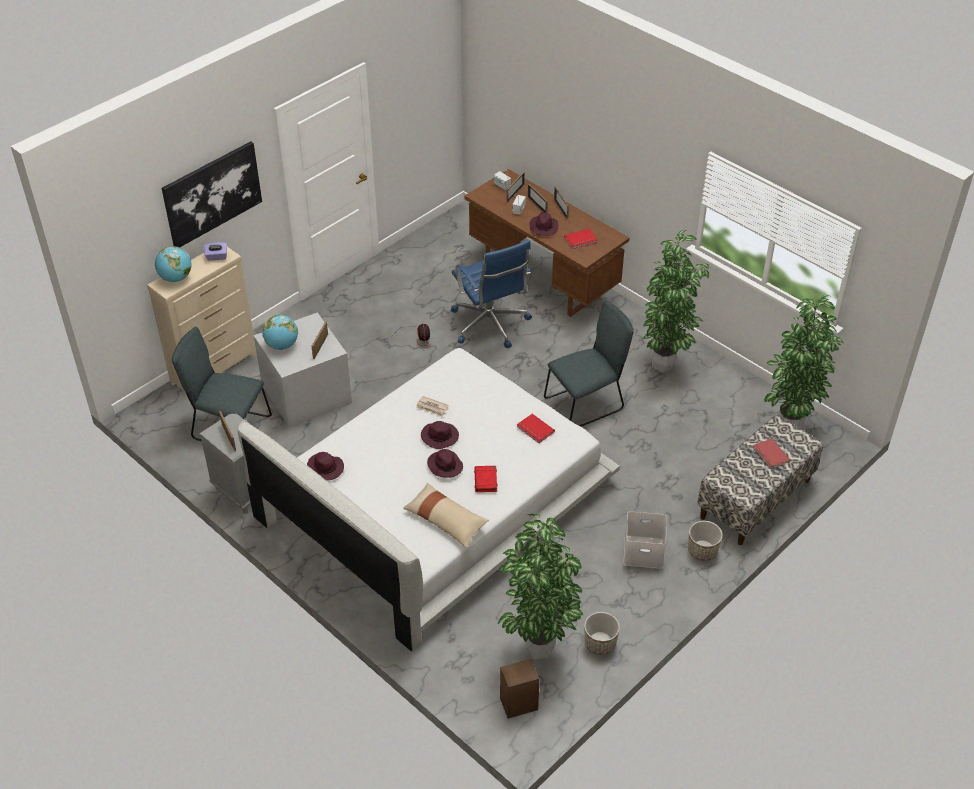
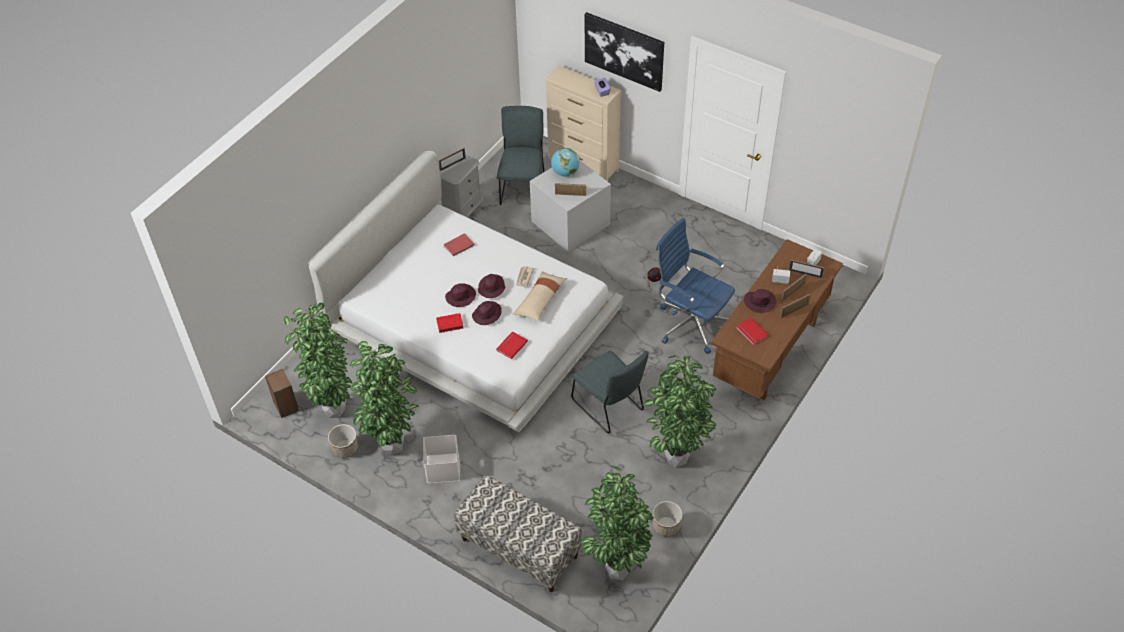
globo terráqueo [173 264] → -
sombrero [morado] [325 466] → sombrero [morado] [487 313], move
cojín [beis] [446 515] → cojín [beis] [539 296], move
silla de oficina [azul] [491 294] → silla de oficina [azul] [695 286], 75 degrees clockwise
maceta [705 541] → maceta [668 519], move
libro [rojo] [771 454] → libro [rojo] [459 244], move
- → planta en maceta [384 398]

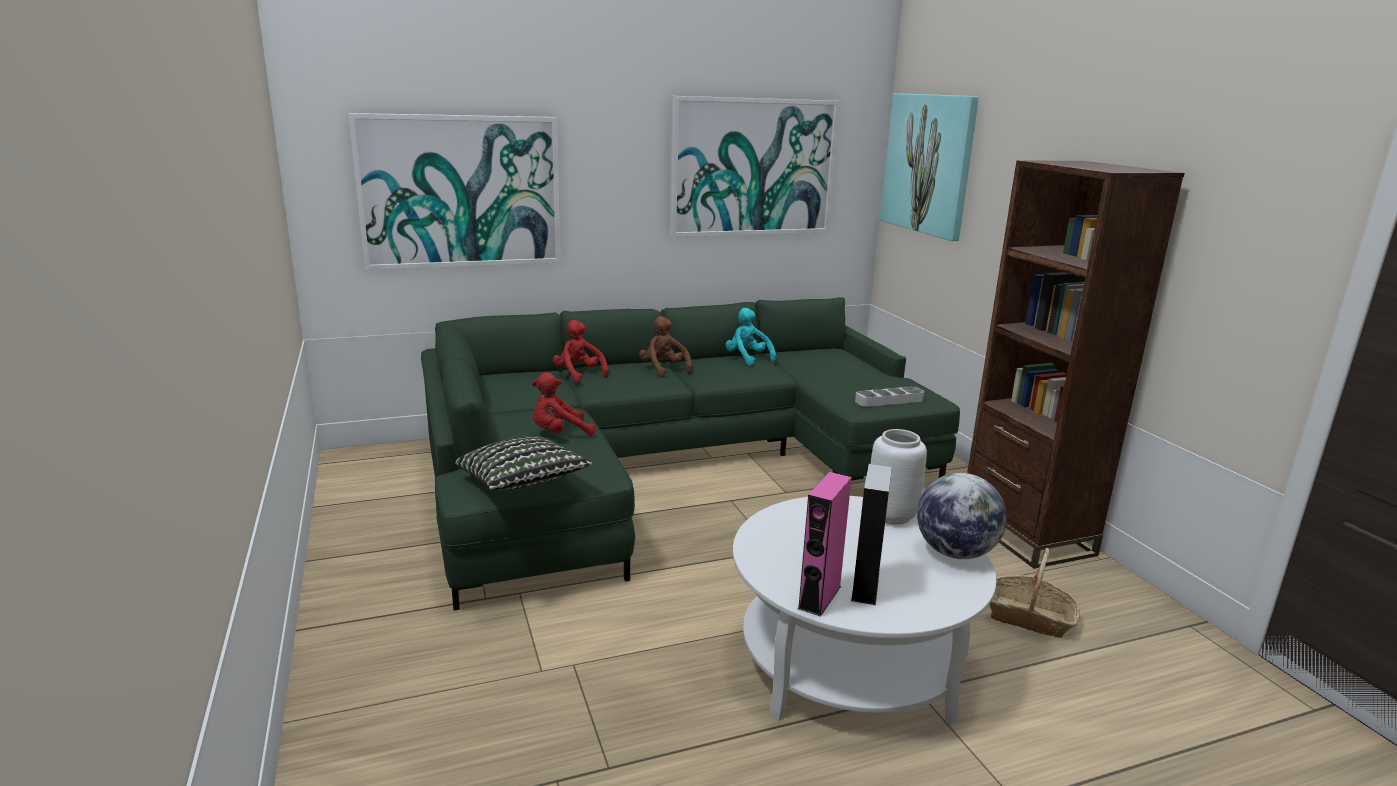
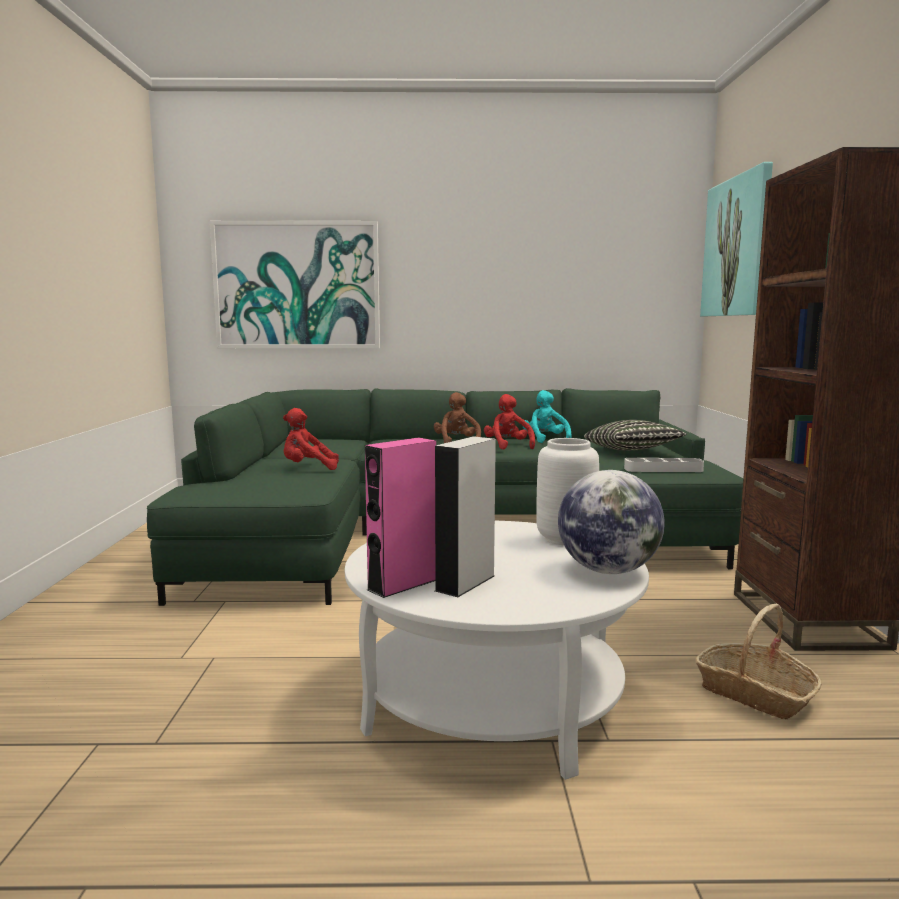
cojín [524 463] → cojín [635 435], move
peluche [rojo] [580 351] → peluche [rojo] [509 422], move
cuadro [755 166] → -

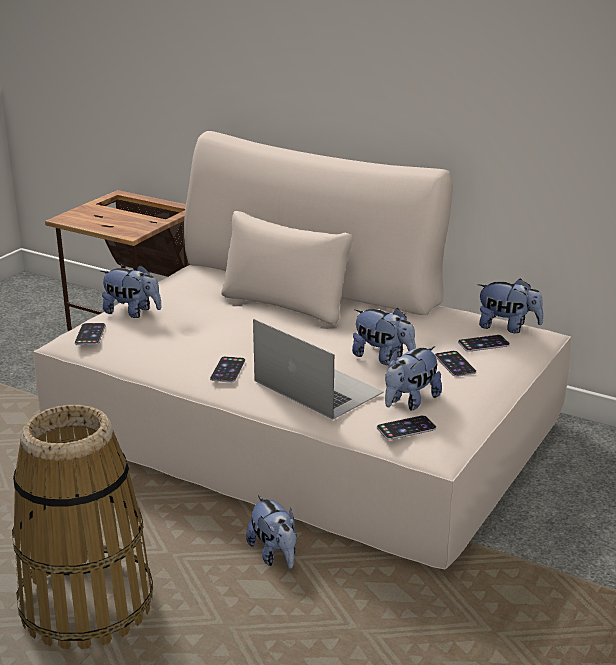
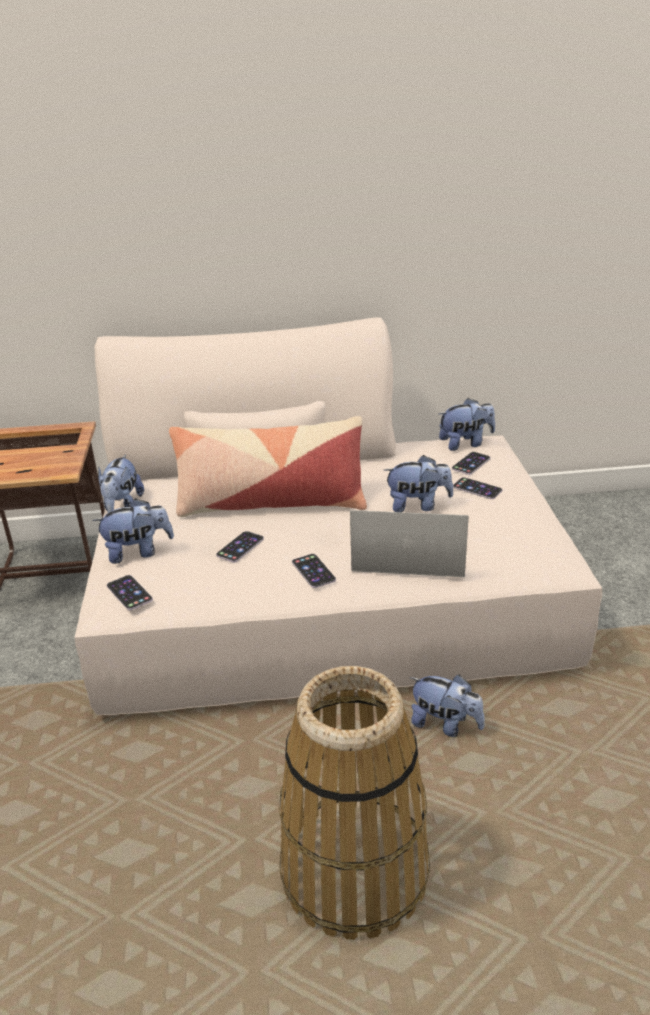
móvil [406 427] → móvil [240 546], move
peluche [413 378] → peluche [121 483], move
- → cojín [268 466]

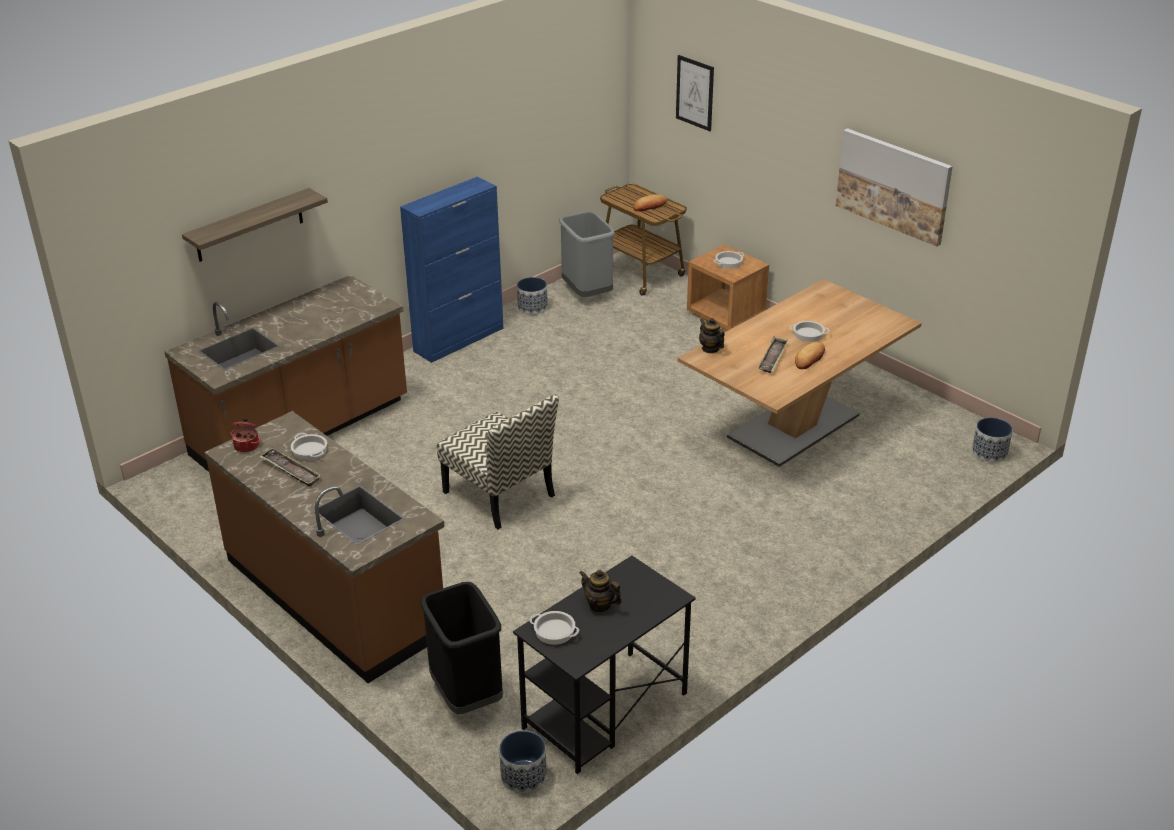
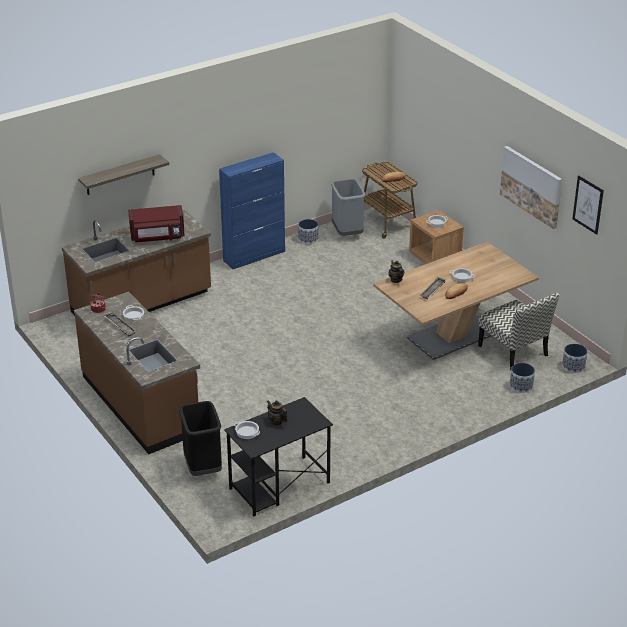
silla [498 462] → silla [519 331], move
maceta [523 761] → maceta [522 378], move
cuadro [695 93] → cuadro [588 205], move
- → microondas [rojo] [156 224]

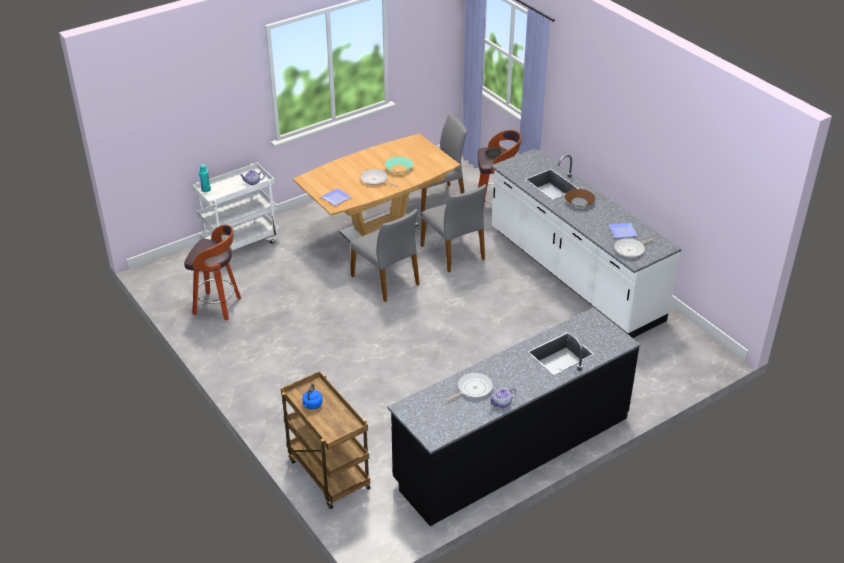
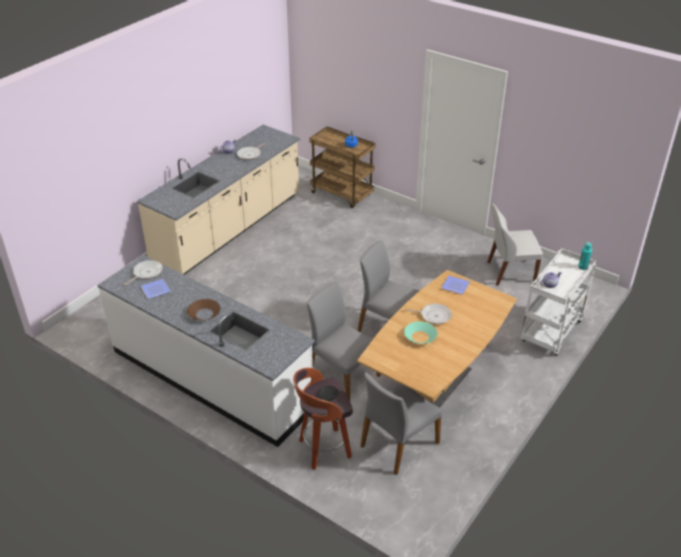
taburete [212 273] → silla [blanco] [515 244]
mueble bajo de cocina [negro] [514 416] → mueble bajo de cocina [beis] [218 200]

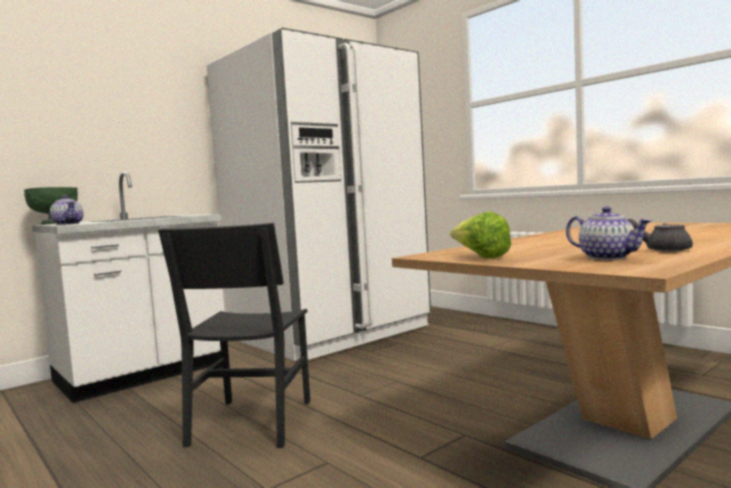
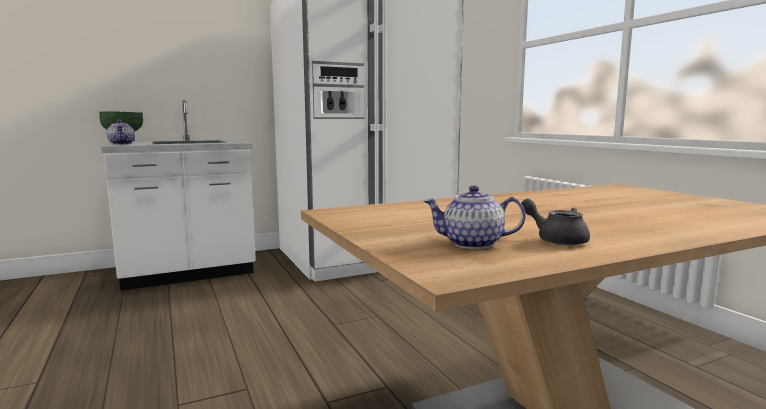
silla [negro] [234 335] → -
lechuga [480 234] → -
tetera [609 233] → tetera [474 217], 120 degrees clockwise

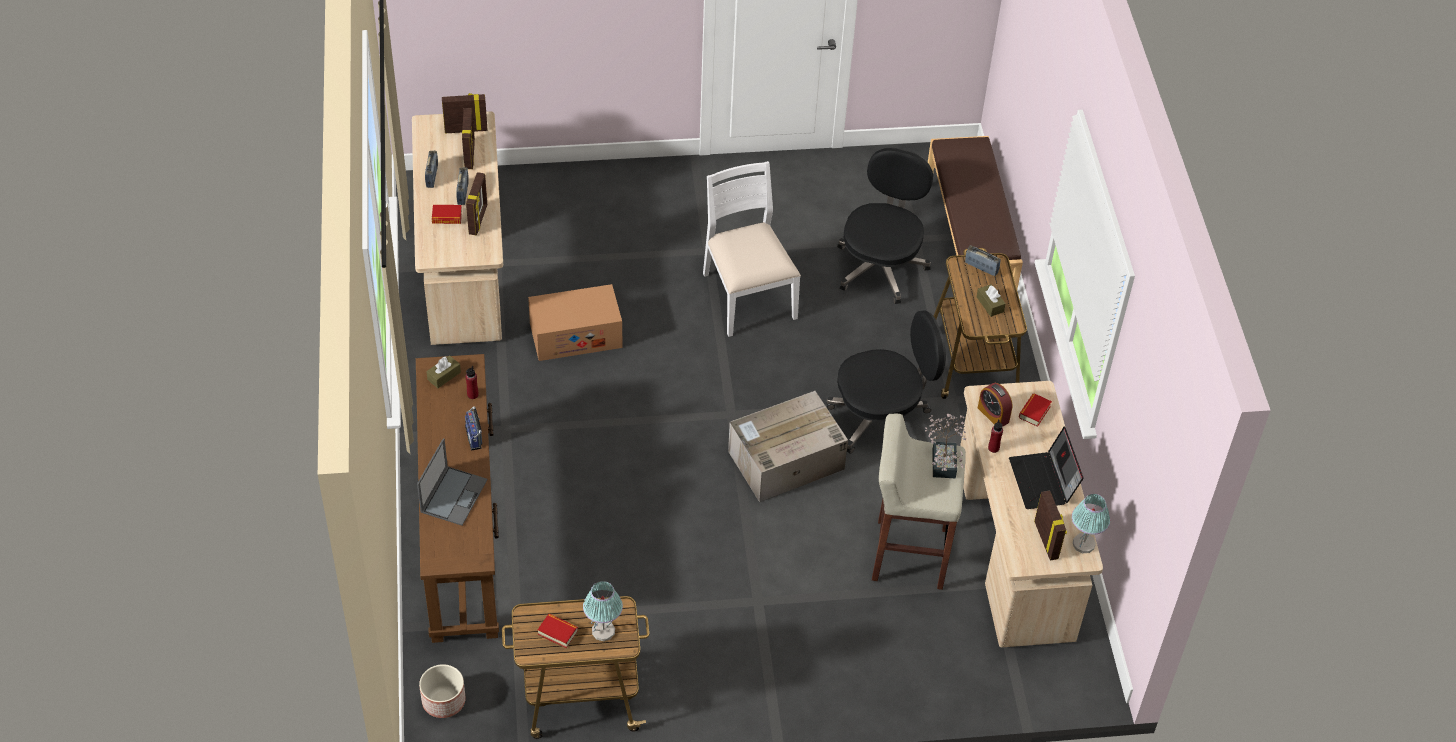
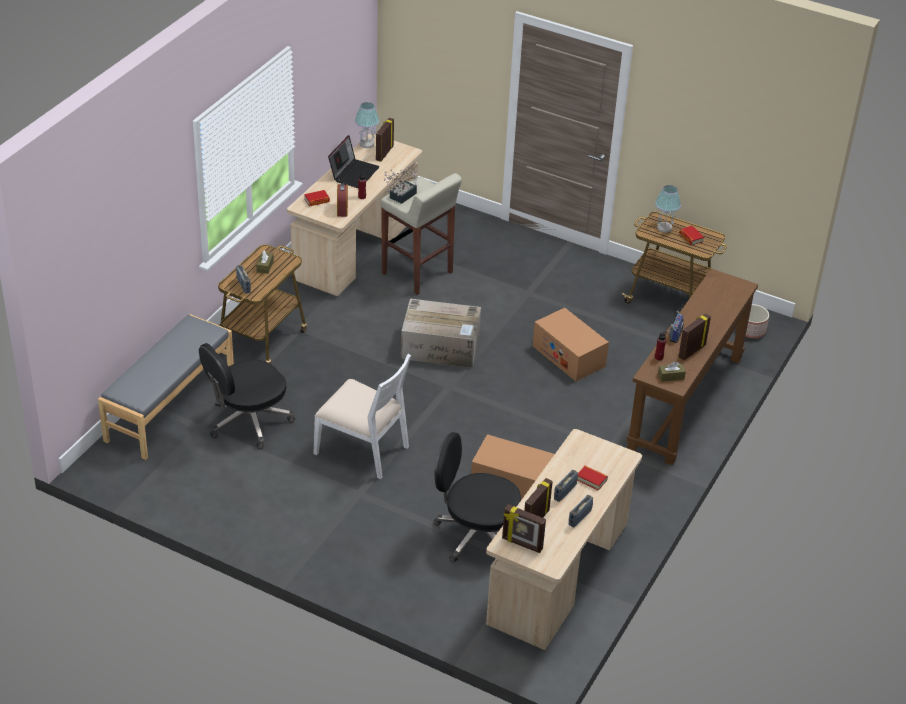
portátil [452 482] → -
portarretratos [476 203] → portarretratos [694 337], move
silla [blanco] [752 249] → silla [blanco] [362 416], 75 degrees counterclockwise
silla de oficina [negro] [886 382] → silla de oficina [negro] [477 497], move
banco [marrón] [975 221] → banco [gris] [166 387]
- → caja de cartón [571 344]

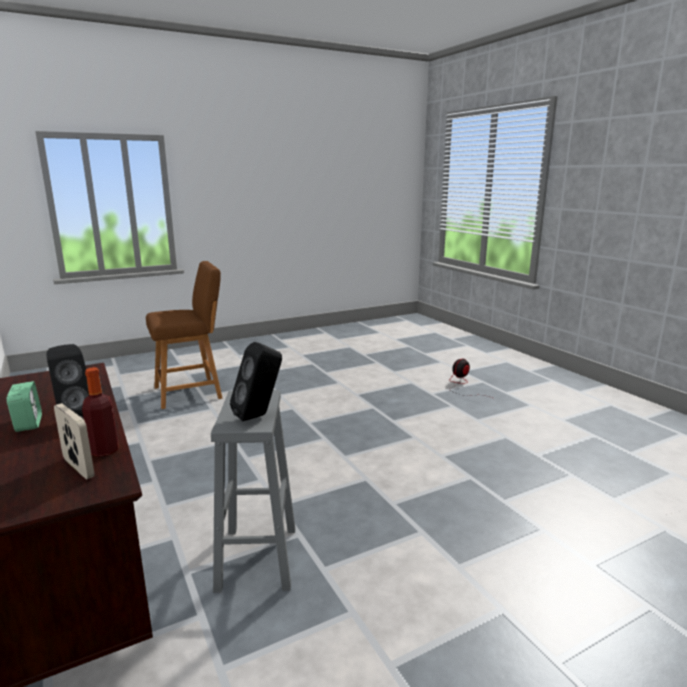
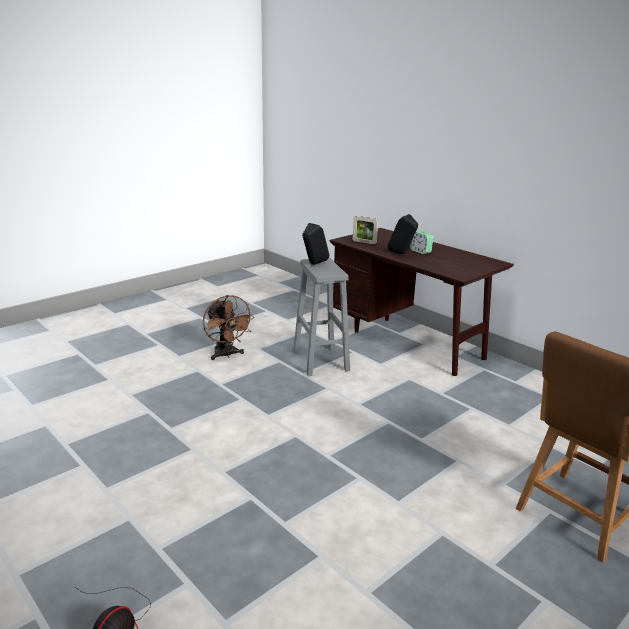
botella [100 412] → -
- → ventilador [marrón] [228 327]

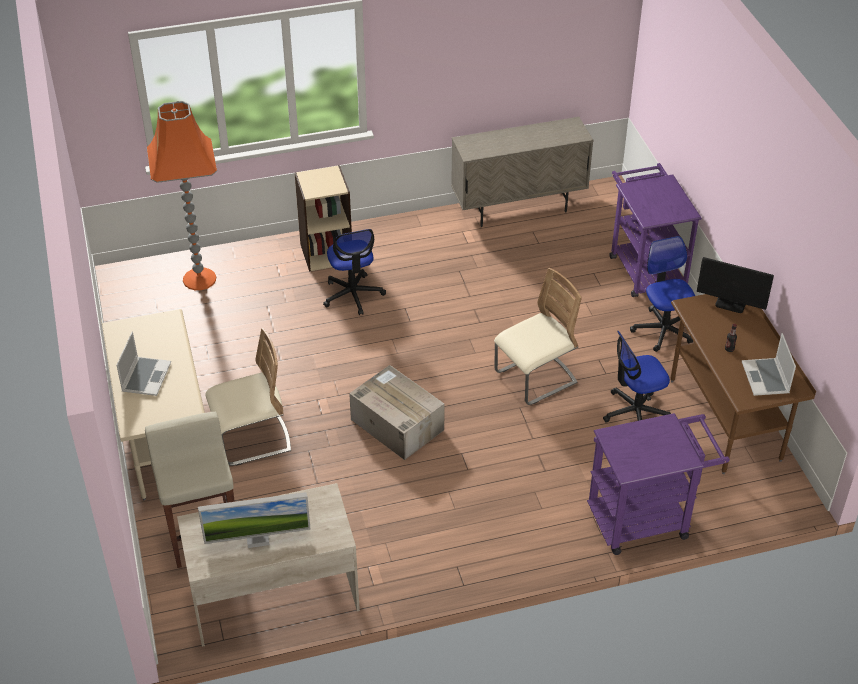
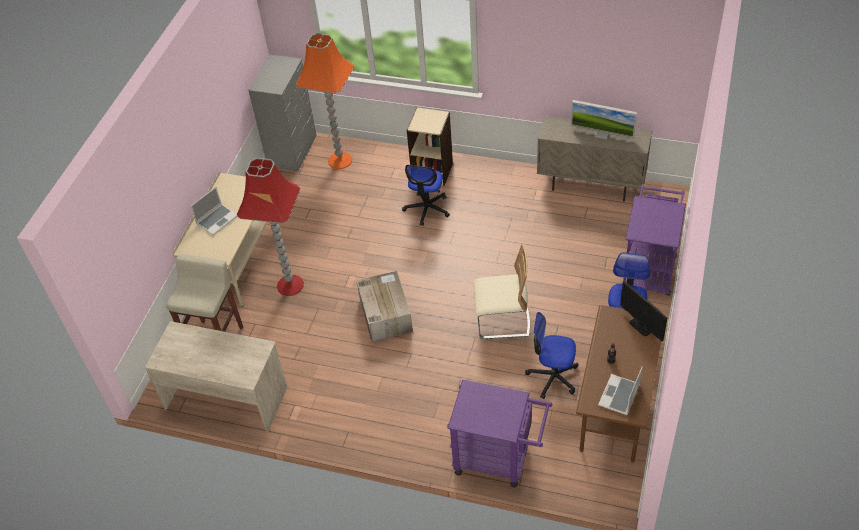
monitor [254 520] → monitor [604 120], move
silla [beis] [248 397] → lámpara de pie [rojo] [270 227]
- → cómoda [gris] [282 113]

